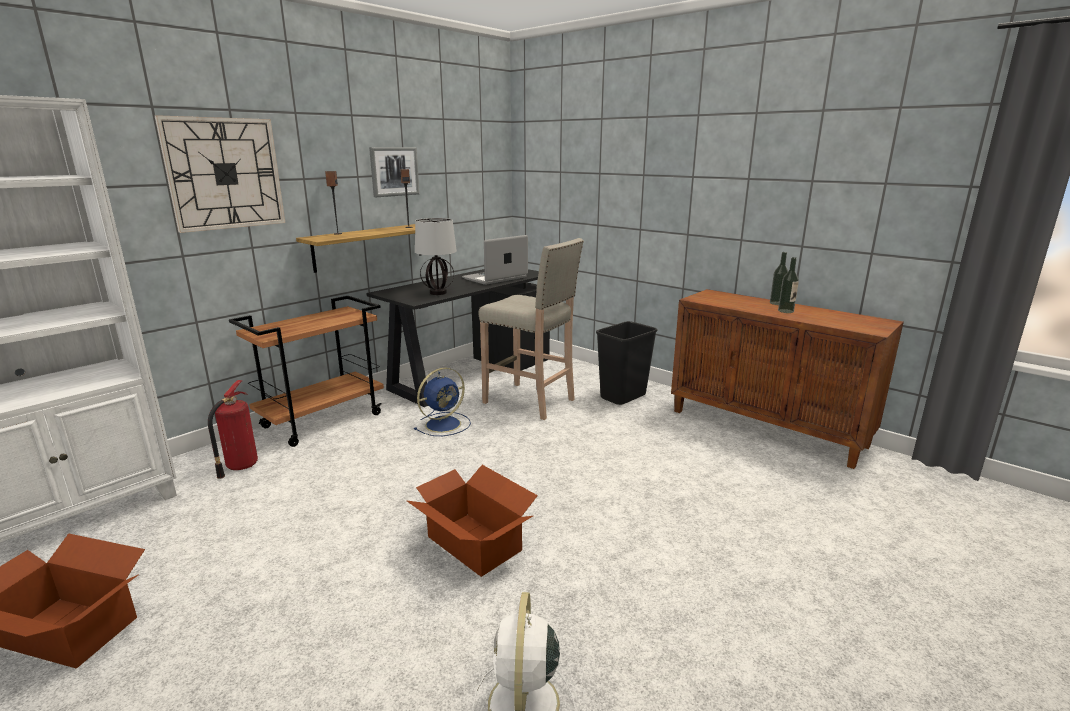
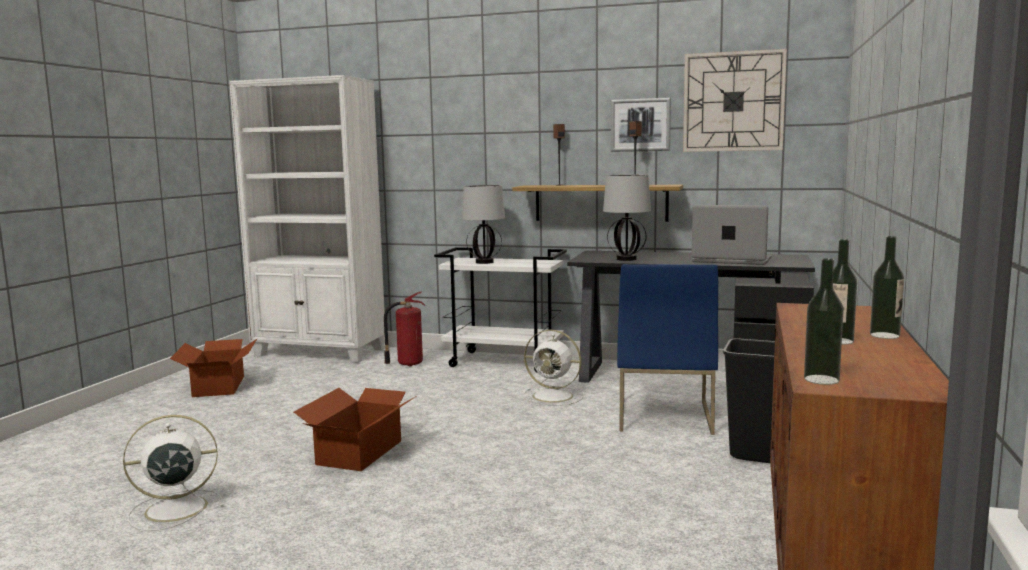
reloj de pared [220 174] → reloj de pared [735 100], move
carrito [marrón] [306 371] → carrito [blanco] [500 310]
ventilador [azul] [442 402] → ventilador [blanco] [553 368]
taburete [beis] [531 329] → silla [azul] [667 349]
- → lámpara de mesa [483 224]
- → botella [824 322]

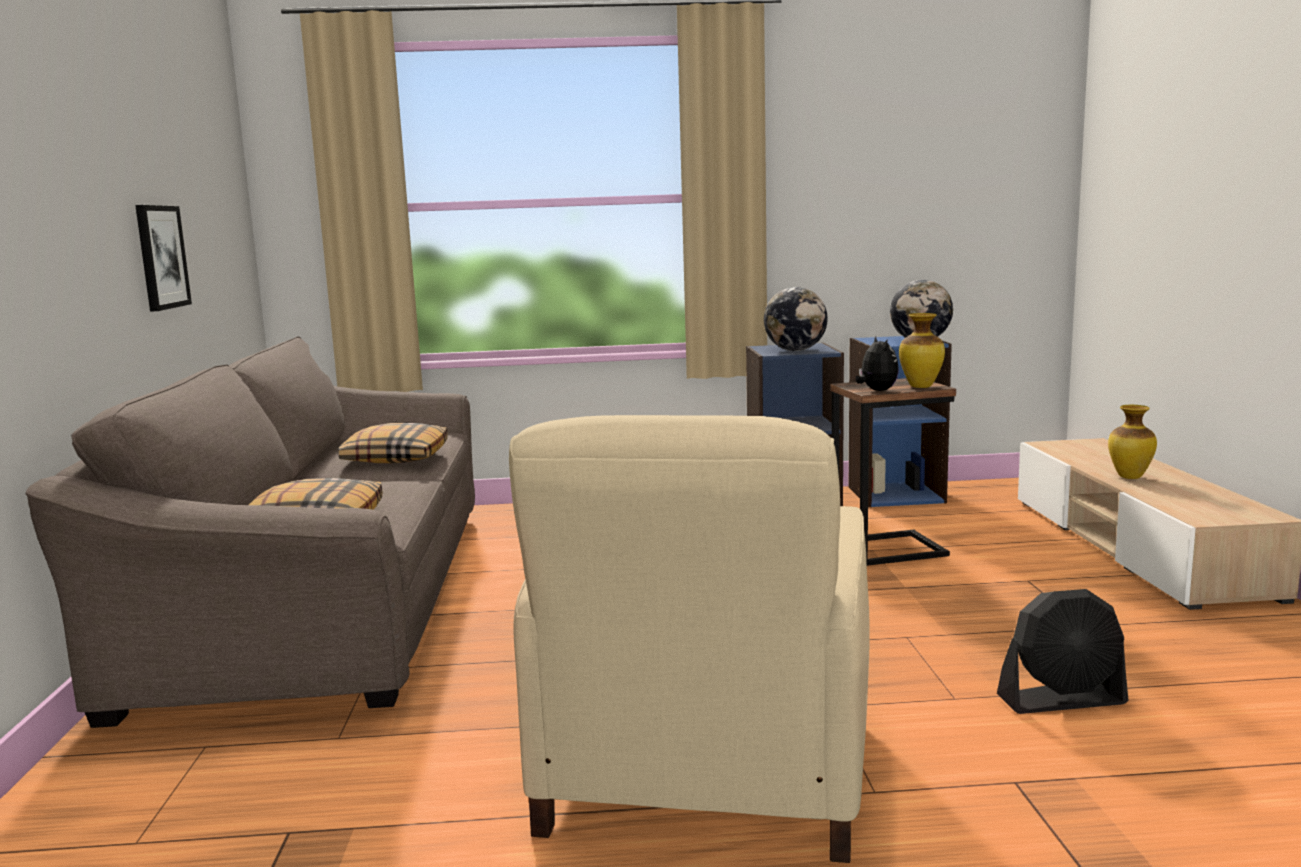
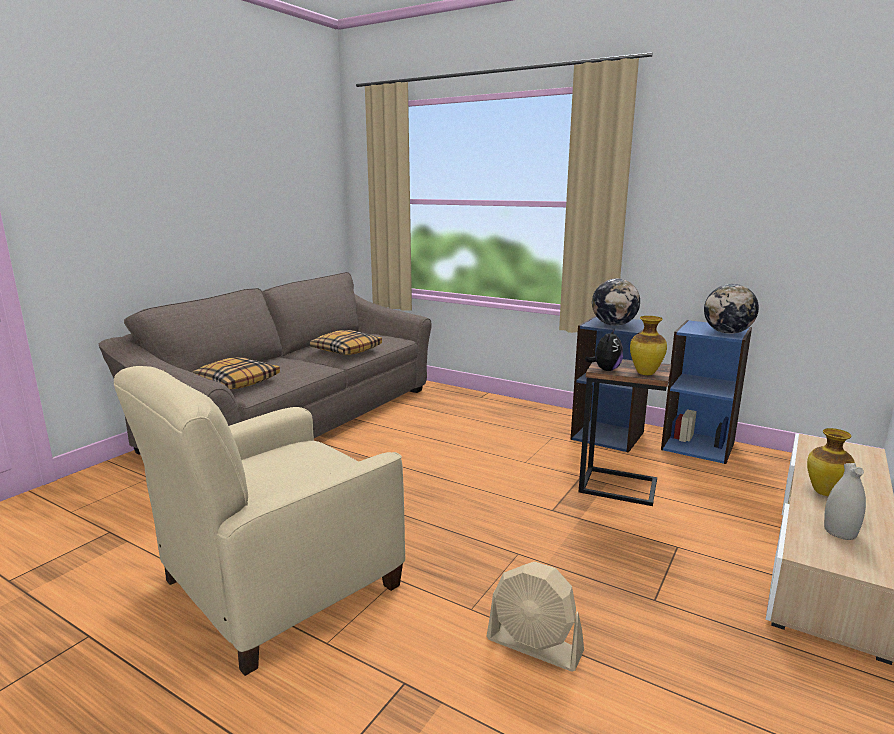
cuadro [163 258] → -
ventilador [negro] [1063 651] → ventilador [beis] [535 616]
- → florero [blanco] [845 501]

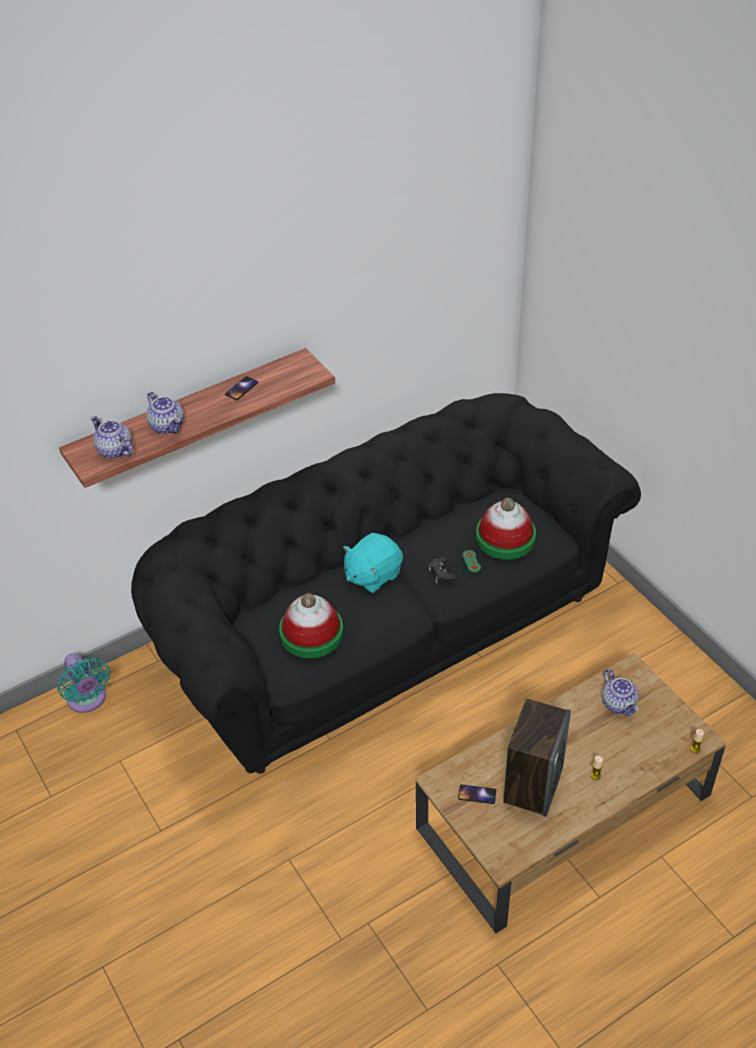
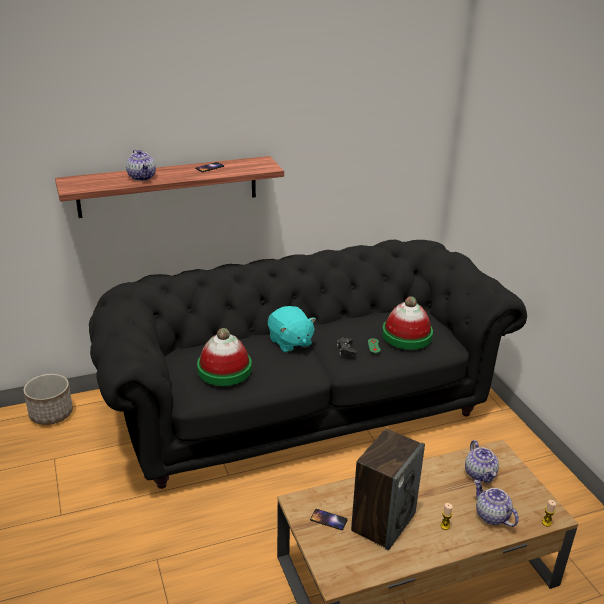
ventilador [turquesa] [84 683] → maceta [48 399]
tetera [111 437] → tetera [496 503], move
peluche [turquesa] [373 563] → peluche [turquesa] [292 329], 90 degrees counterclockwise

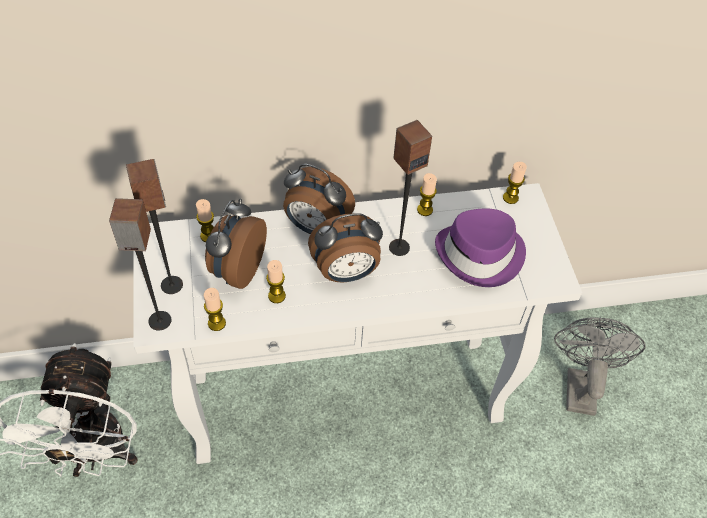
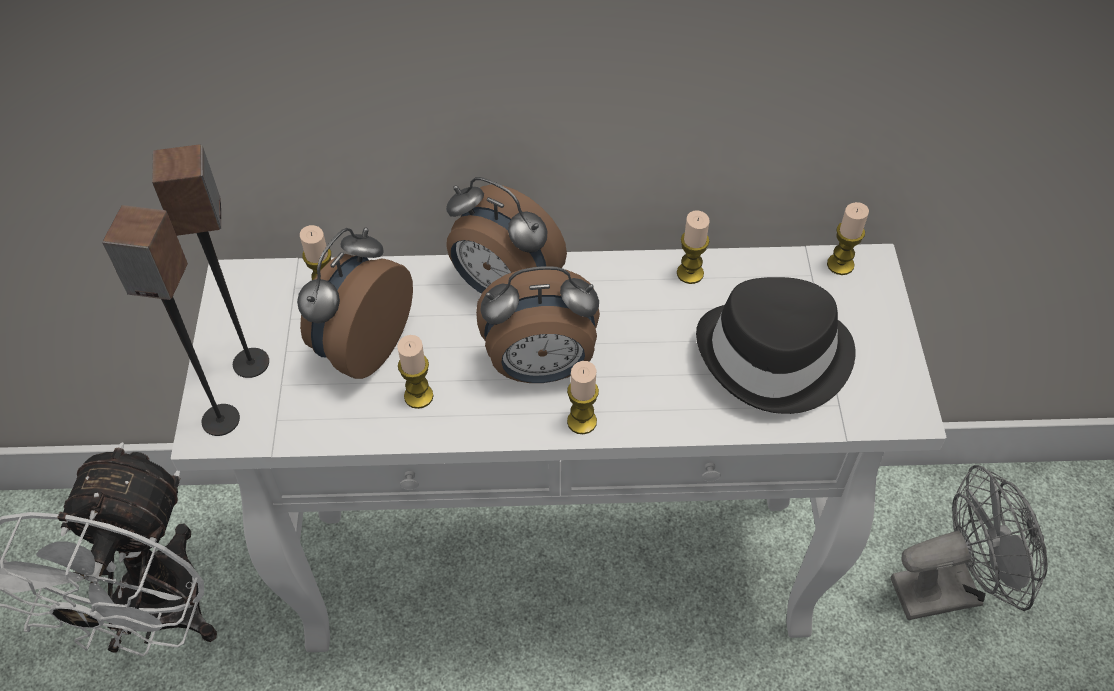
vela [215 309] → vela [583 397], move
altavoz [410 188] → -
sombrero [morado] [480 247] → sombrero [negro] [776 345]
ventilador [gris] [600 366] → ventilador [gris] [969 542], 60 degrees clockwise

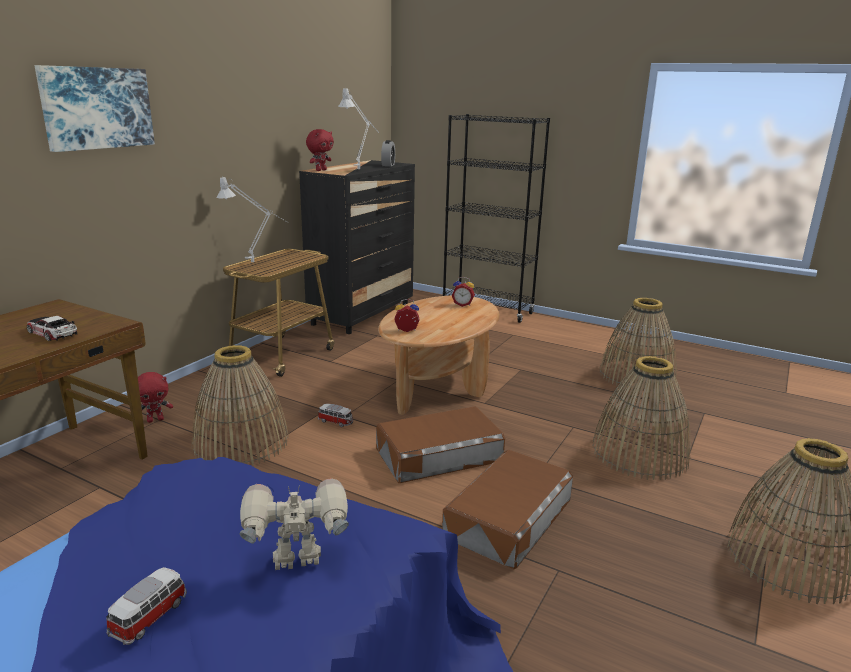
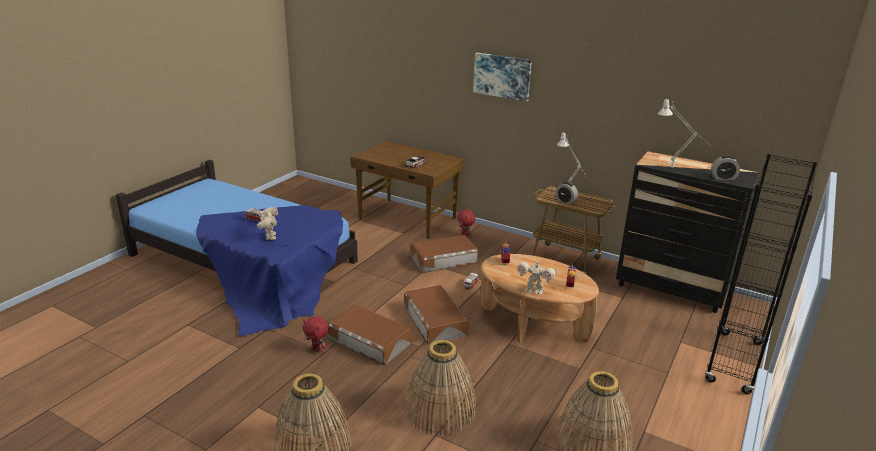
cesta [240 405] → caja de almacenaje [marrón] [444 254]
peluche [rojo] [320 150] → peluche [rojo] [316 334], move
- → robot de juguete [537 277]
- → despertador [566 193]

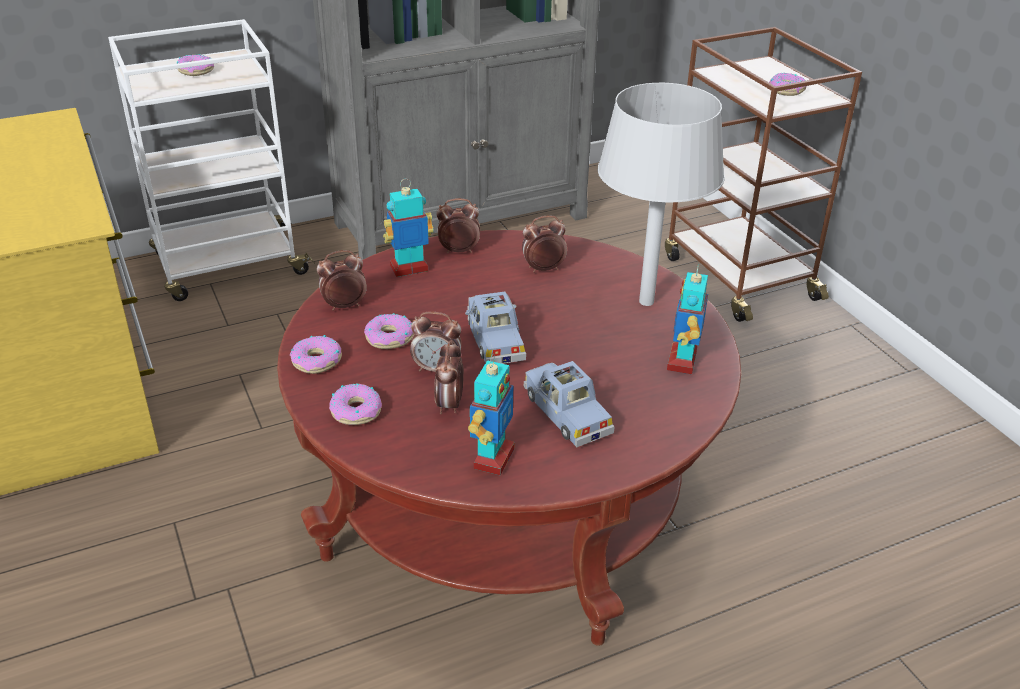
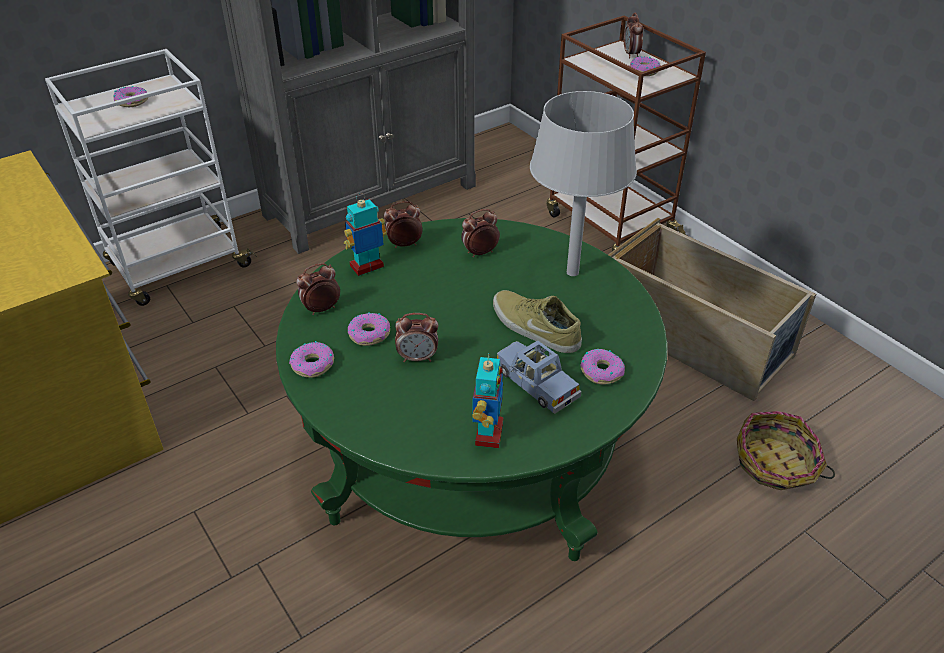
mesa de centro [rojo] [509 438] → mesa de centro [verde] [472 389]
rosquilla [355 404] → rosquilla [603 366], move
despertador [449 377] → despertador [633 35], move
coche de juguete [azul] [495 328] → -
robot de juguete [687 319] → -
- → zapato [beis] [537 321]
- → caja de almacenaje [beis] [712 309]
- → cesta [786 450]

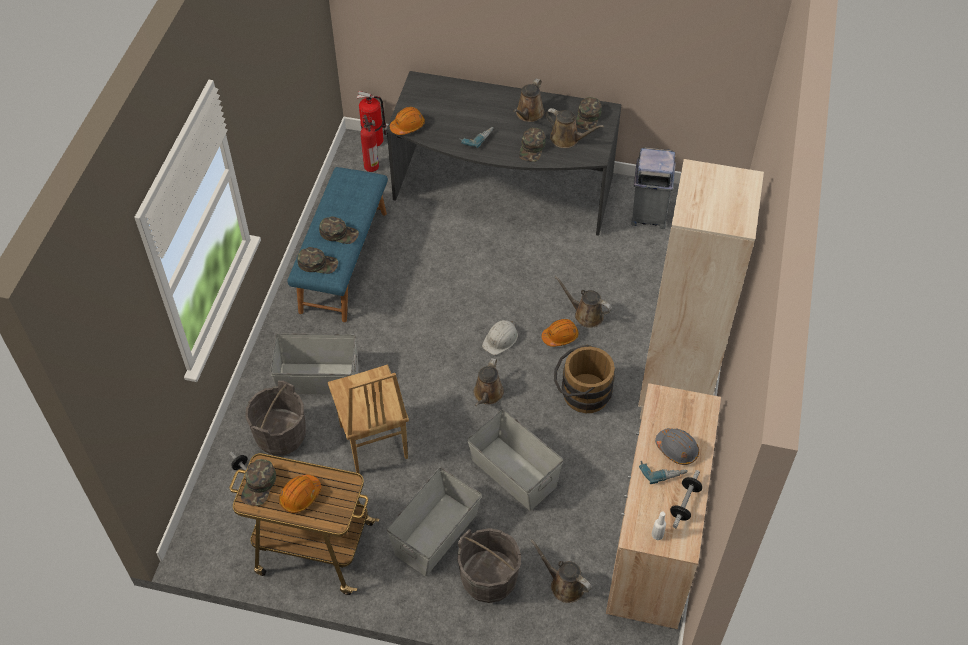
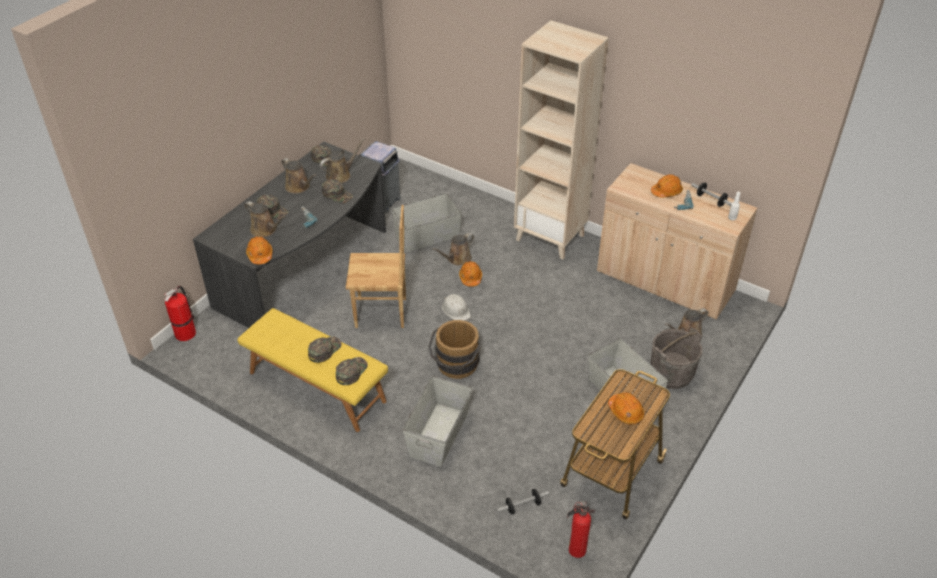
gorra [verde] [258 482] → gorra [verde] [272 207], move
cubo [gris] [275 418] → -
banco [azul] [337 244] → banco [amarillo] [313 370]
silla [marrón] [368 419] → silla [marrón] [376 266], move
extintor [369 143] → extintor [581 529], move
caja de almacenaje [gris] [515 460] → caja de almacenaje [gris] [427 223], move
regadera [marrón] [489 382] → regadera [marrón] [265 219], move
cubo [marrón] [584 379] → cubo [marrón] [454 349], move
casco [gris] [677 446] → casco [naranja] [667 186]

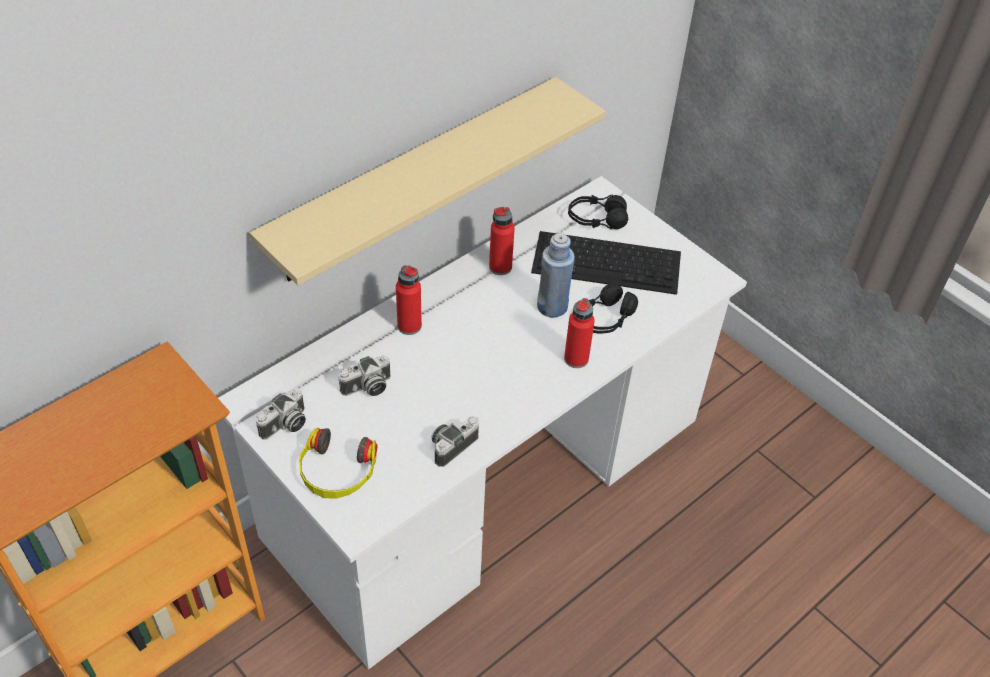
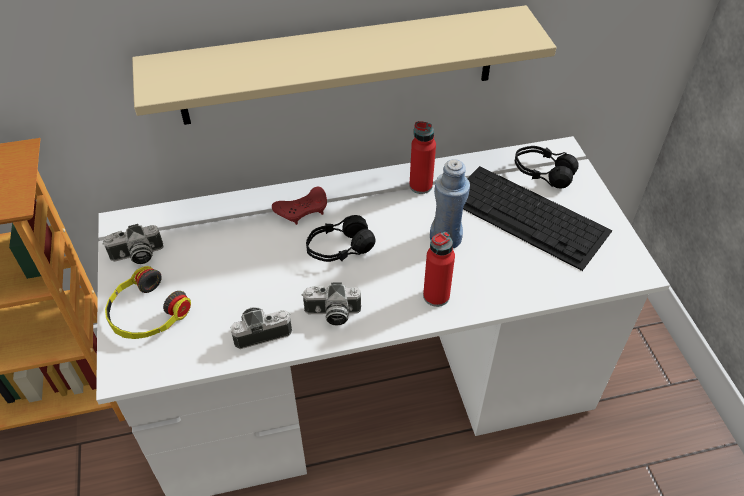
cámara [365 376] → cámara [331 304], move
botella [rojo] [409 300] → mando de consola [rojo] [299 206]
auriculares [negro] [613 308] → auriculares [negro] [341 238], move

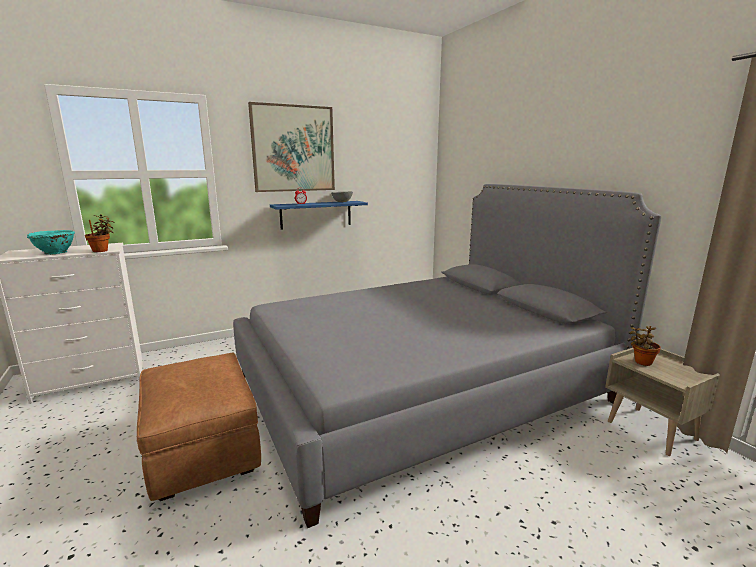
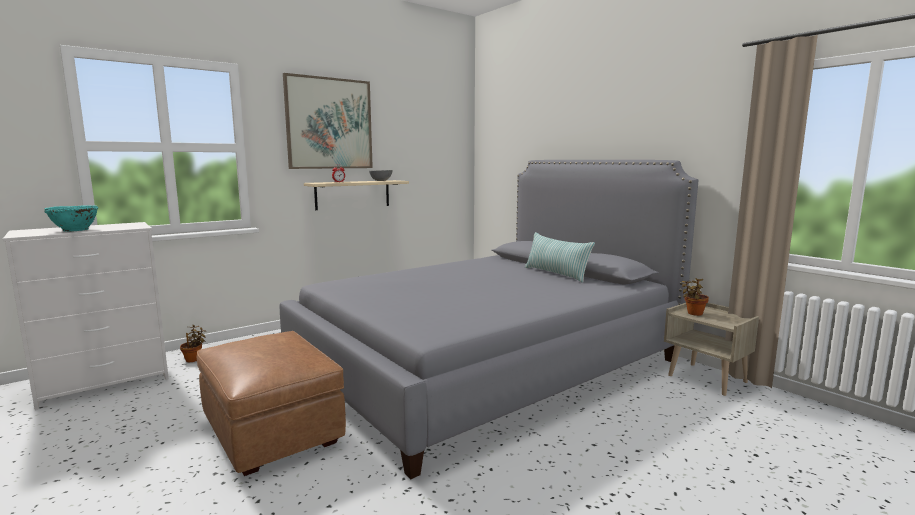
planta en maceta [99 233] → planta en maceta [193 343], move
estante [azul] [319 215] → estante [beis] [356 195]
- → cojín [560 257]

